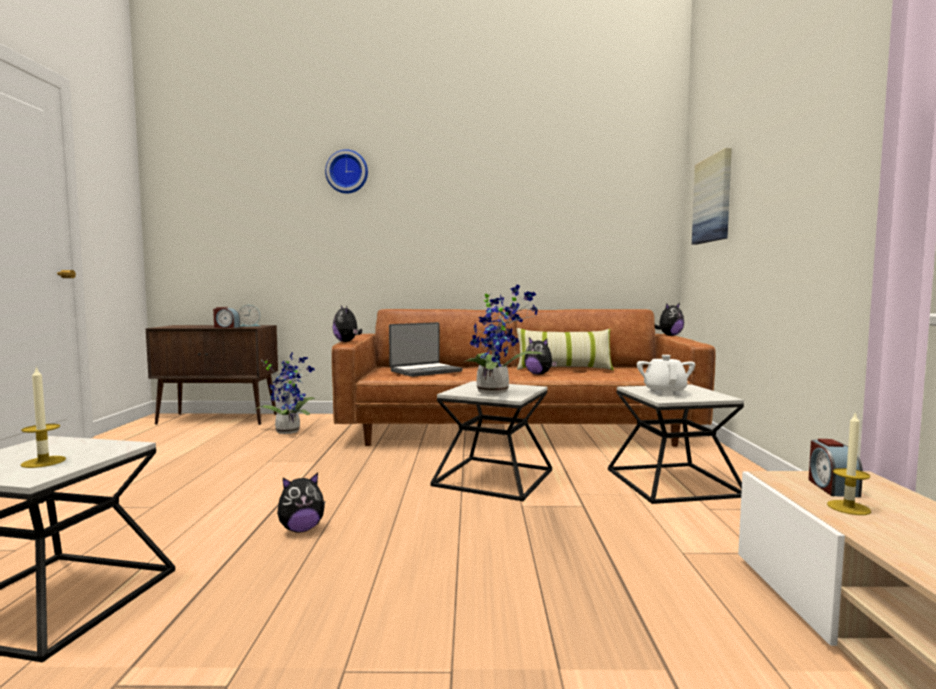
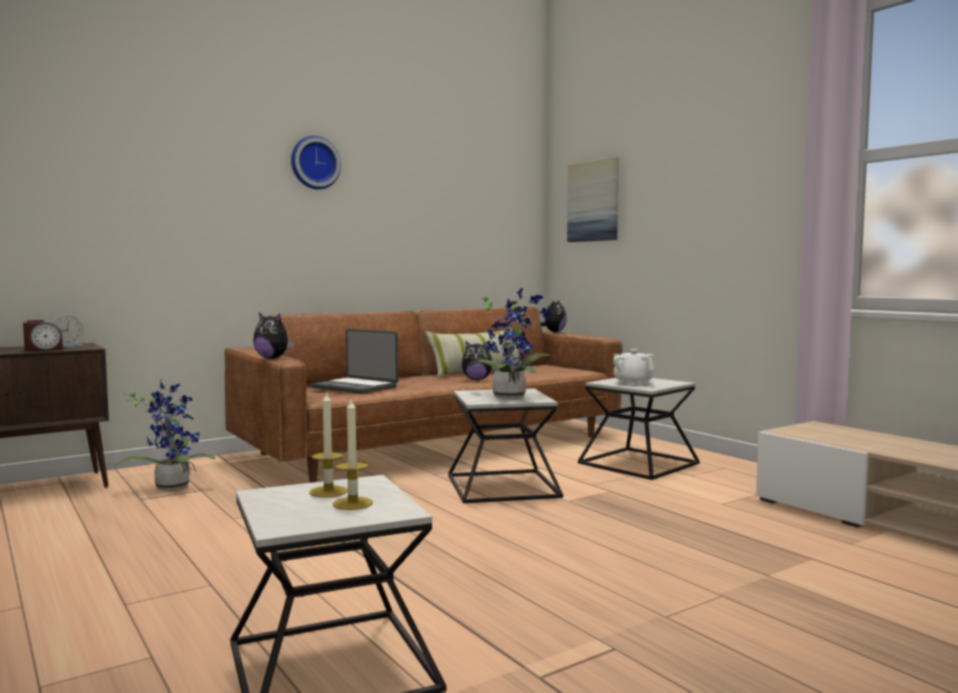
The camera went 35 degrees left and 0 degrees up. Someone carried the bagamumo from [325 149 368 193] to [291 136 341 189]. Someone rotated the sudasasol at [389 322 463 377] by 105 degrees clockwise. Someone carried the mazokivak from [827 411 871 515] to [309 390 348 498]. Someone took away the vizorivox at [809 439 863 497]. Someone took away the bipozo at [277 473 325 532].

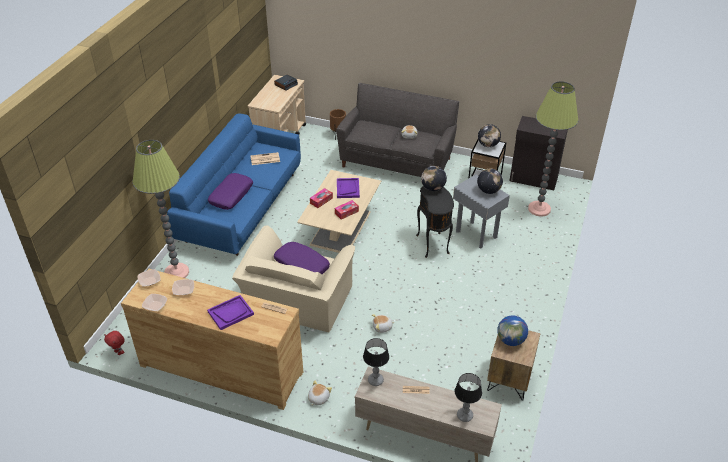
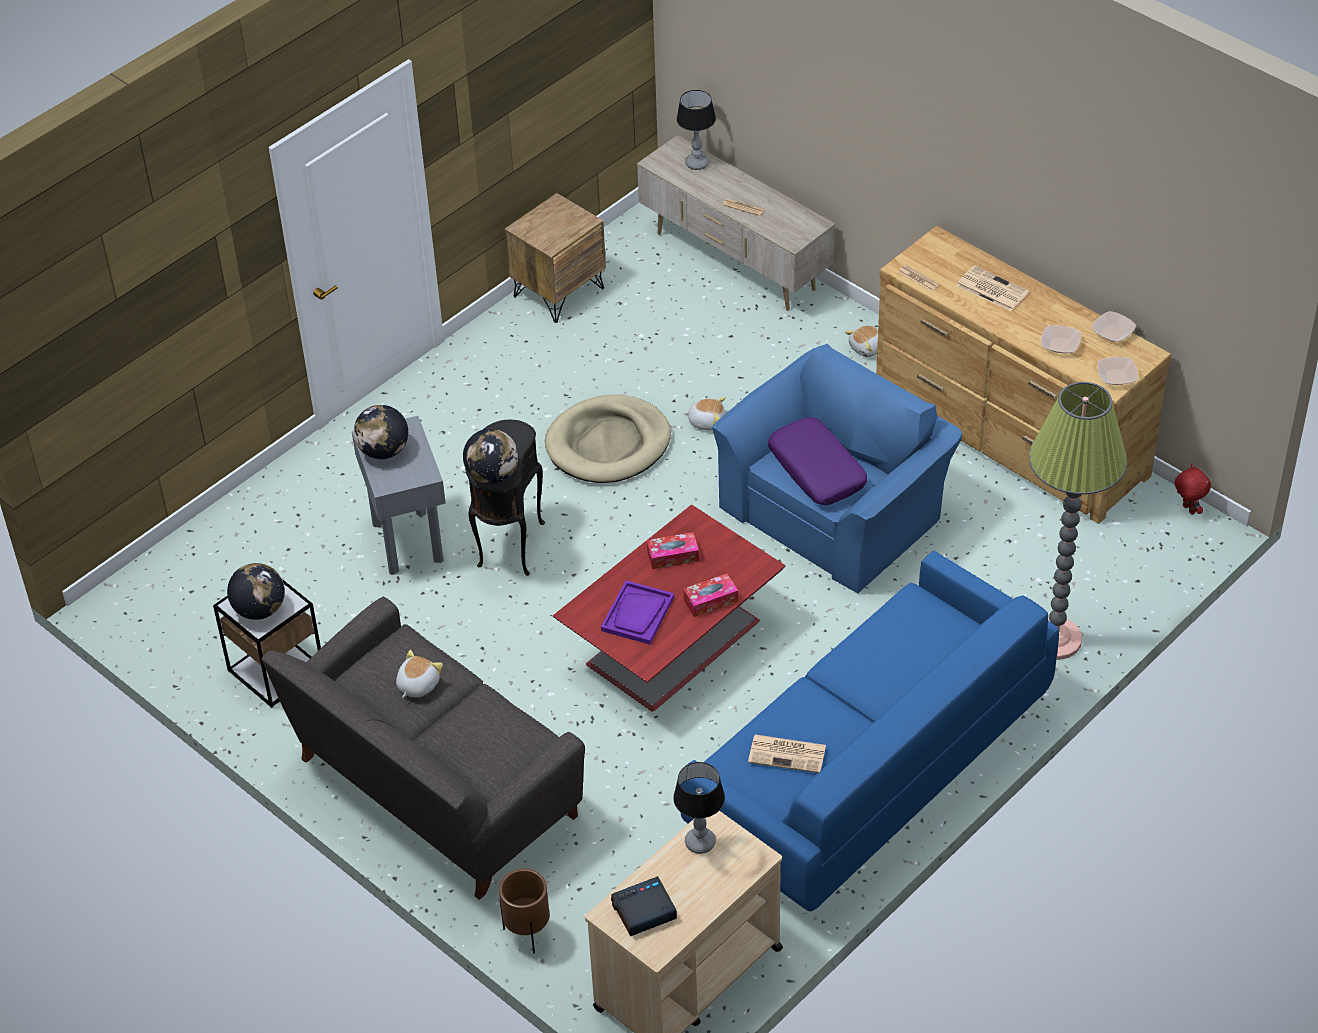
The camera went 155 degrees left and 5 degrees up. Someone took away the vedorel at [528 81 578 217]. Someone took away the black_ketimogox at [510 116 568 190]. Someone repainted the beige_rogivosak at [297 170 381 253], which became the red_rogivosak at [553 504 785 712]. Someone took away the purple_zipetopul at [208 173 253 210]. Someone repainted the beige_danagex at [232 226 355 333], which became the blue_danagex at [712 344 962 593]. Someone swapped the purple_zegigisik at [207 295 254 330] for the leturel at [956 265 1029 312]. Someone took away the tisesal at [497 315 528 346]. Someone carried the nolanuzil from [363 338 389 386] to [673 762 725 854]. Someone put down the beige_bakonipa at [545 395 671 483].

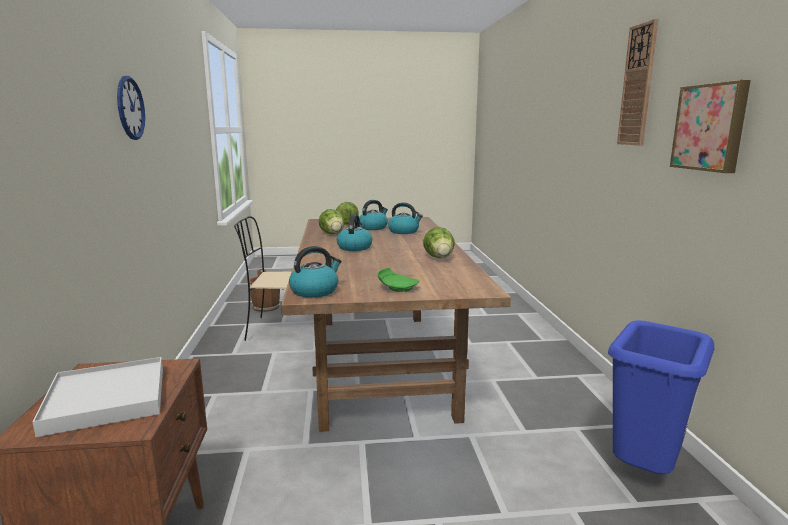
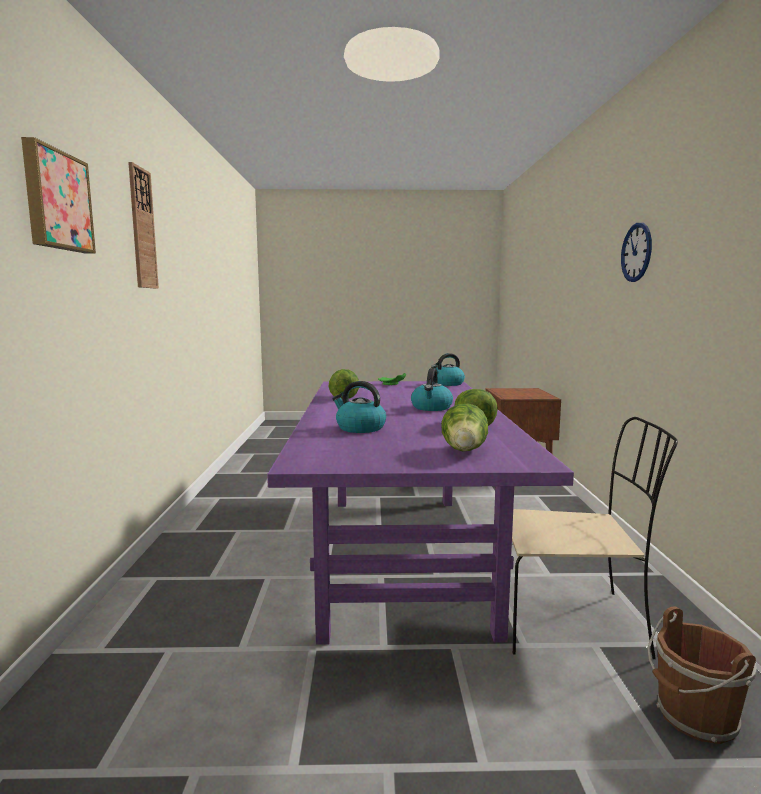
The camera went 175 degrees left and 5 degrees down. Someone carried the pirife from [670 80 751 173] to [21 137 96 253]. Someone took away the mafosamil at [359 200 388 230]. Someone repainted the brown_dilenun at [281 217 511 432], which became the purple_dilenun at [267 381 574 645]. Someone took away the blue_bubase at [608 320 714 474]. Someone took away the white_zegigisik at [32 357 163 437].

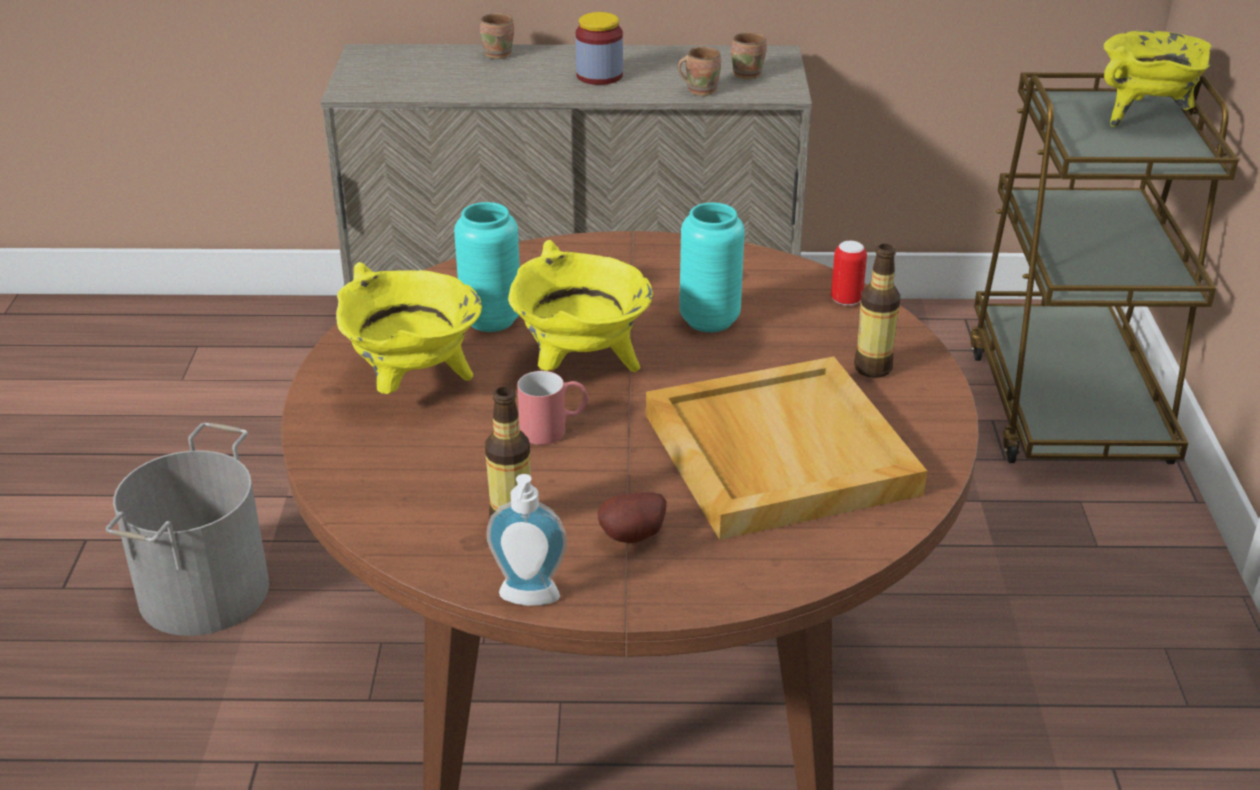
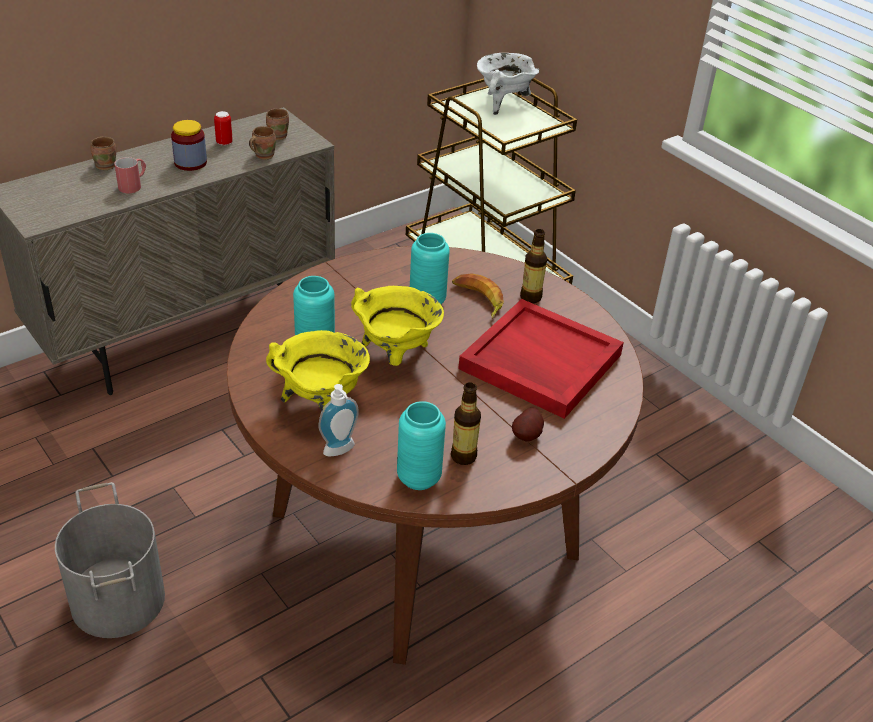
The camera went 40 degrees left and 5 degrees up. Someone repainted the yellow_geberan at [1104 31 1211 127], which became the white_geberan at [477 53 539 115]. Someone carried the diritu from [831 241 867 306] to [214 111 233 146]. Someone repainted the beige_zegigisik at [646 356 927 540], which became the red_zegigisik at [458 299 624 419]. Someone carried the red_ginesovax from [517 371 588 445] to [114 157 146 193]. Someone carried the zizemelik from [487 474 567 606] to [319 384 359 457]. Someone put down the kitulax at [452 273 504 319]. Someone put down the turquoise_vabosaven at [397 401 446 490].

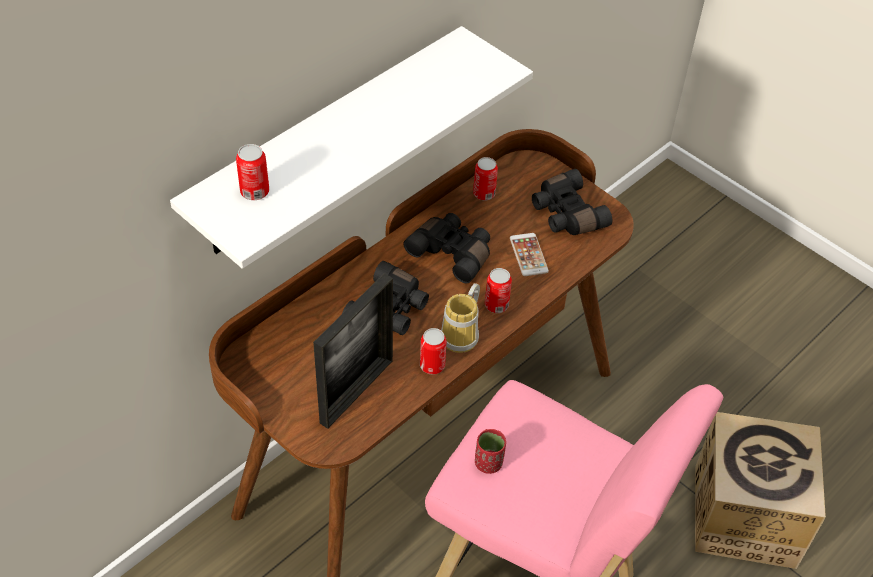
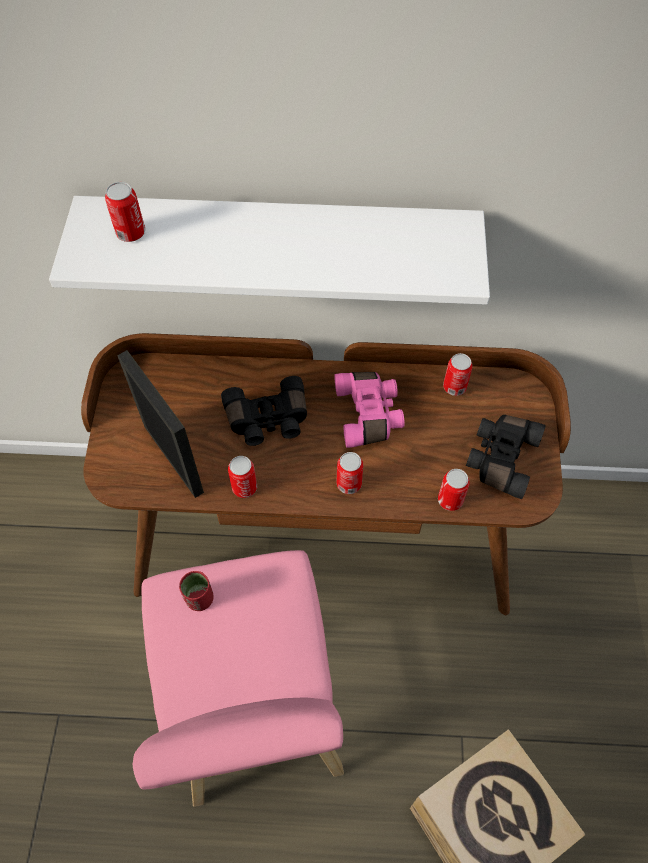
The camera went 50 degrees right and 10 degrees up. Someone repainted the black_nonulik at [403 213 490 283], which became the pink_nonulik at [334 372 405 448]. Someone took away the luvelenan at [510 233 549 276]. Someone rotated the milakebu at [313 273 393 429] by 120 degrees counterclockwise. Someone took away the ginesovax at [441 283 480 353]. Someone put down the diritu at [438 469 470 511].

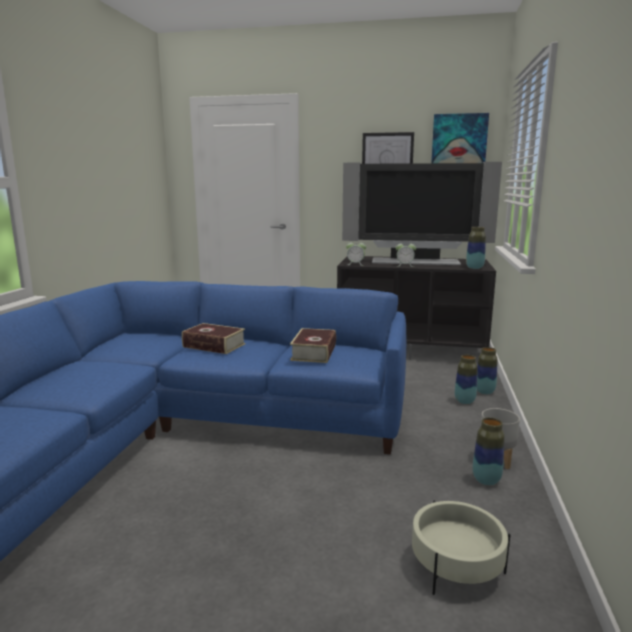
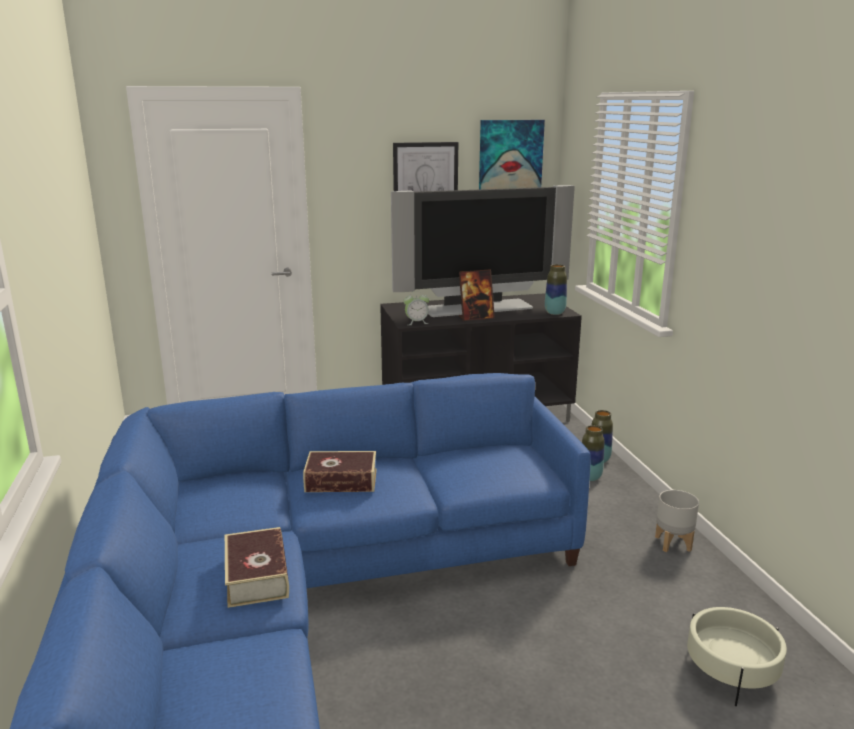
The camera went 25 degrees left and 5 degrees up. Someone swapped the vizorivox at [395 241 416 267] for the milakebu at [459 269 495 321]. Someone carried the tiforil from [290 328 336 363] to [225 527 289 608]. Someone took away the vabosaven at [472 417 505 485].

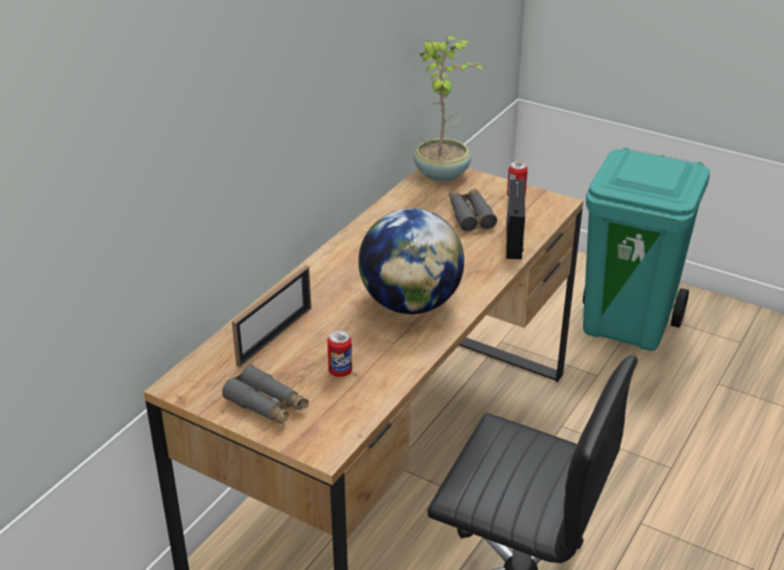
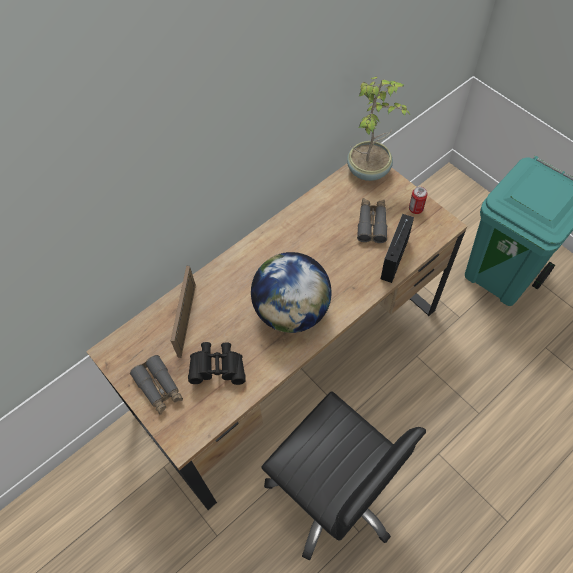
The camera went 20 degrees right and 25 degrees up. Someone rotated the milakebu at [232 265 311 367] by 135 degrees clockwise. Someone swapped the diritu at [327 330 352 377] for the black_nonulik at [188 342 246 385].

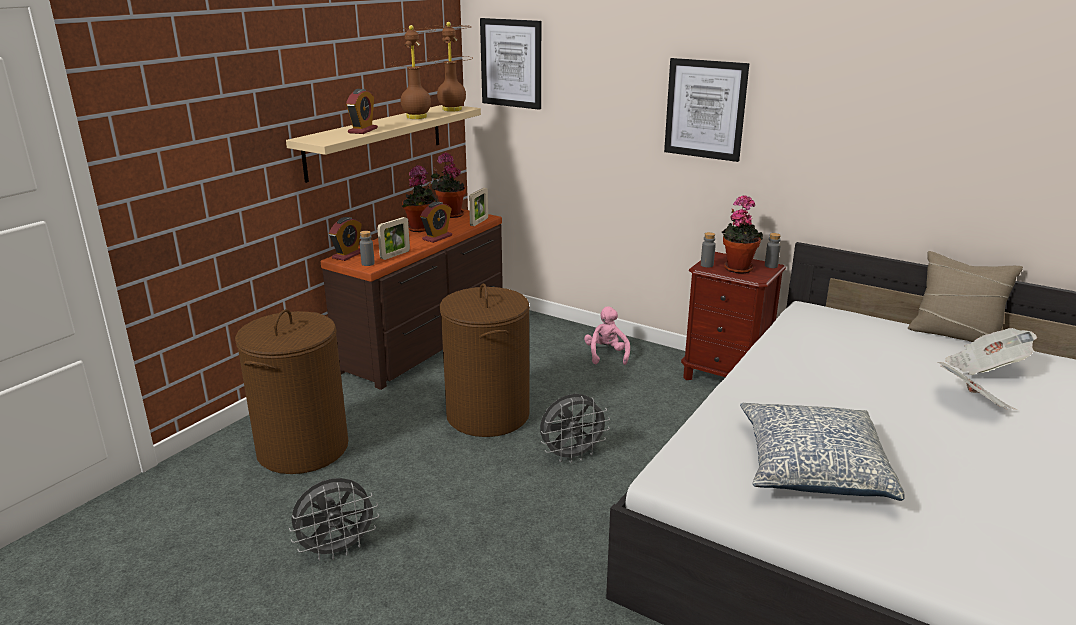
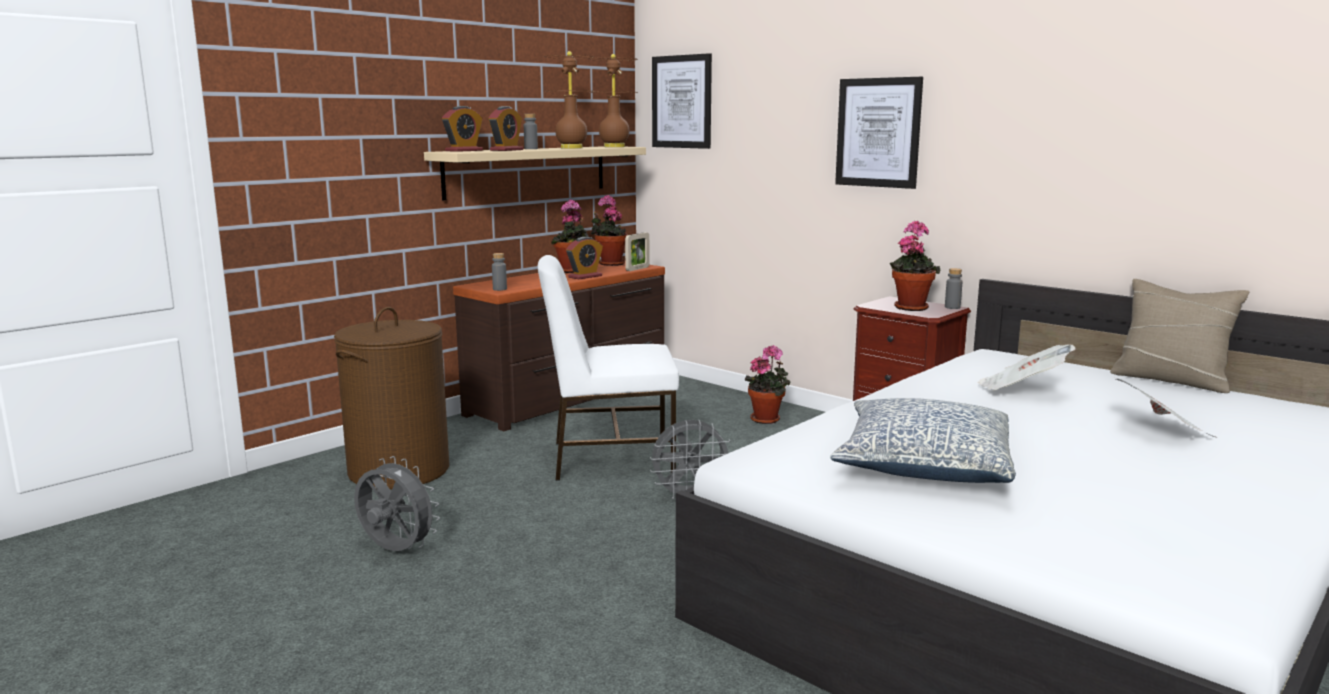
The camera went 10 degrees right and 10 degrees down. Someone carried the vizorivox from [329 217 362 261] to [442 106 483 152]. Someone took away the milakebu at [377 217 410 260]. Someone carried the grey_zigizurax from [701 232 716 268] to [524 114 538 149]. Someone swapped the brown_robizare at [439 283 530 437] for the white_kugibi at [538 255 679 481]. Someone swapped the pink_bipozo at [584 306 630 365] for the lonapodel at [745 345 790 424]. Someone carried the leturel from [945 328 1037 375] to [978 345 1076 391]. Someone rotated the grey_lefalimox at [289 478 379 561] by 135 degrees counterclockwise.

